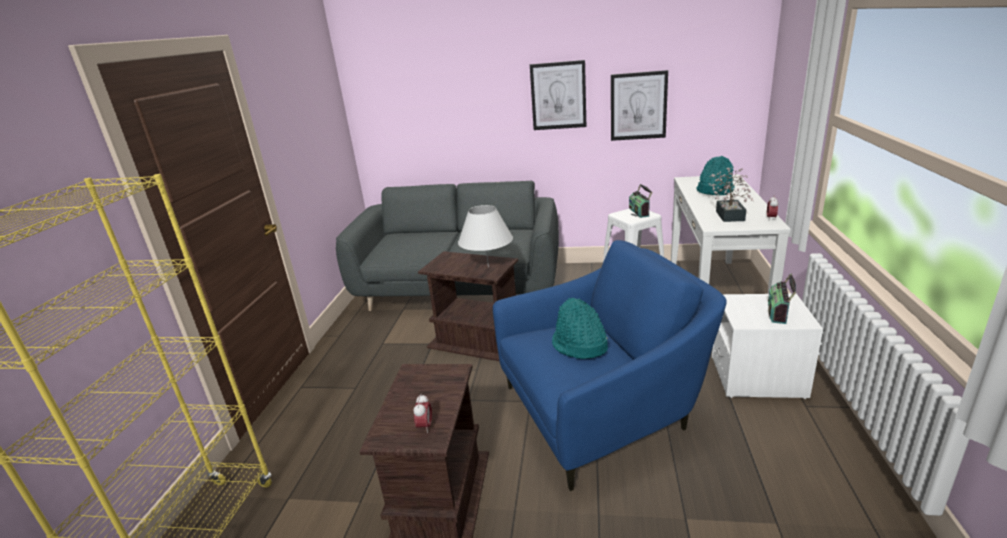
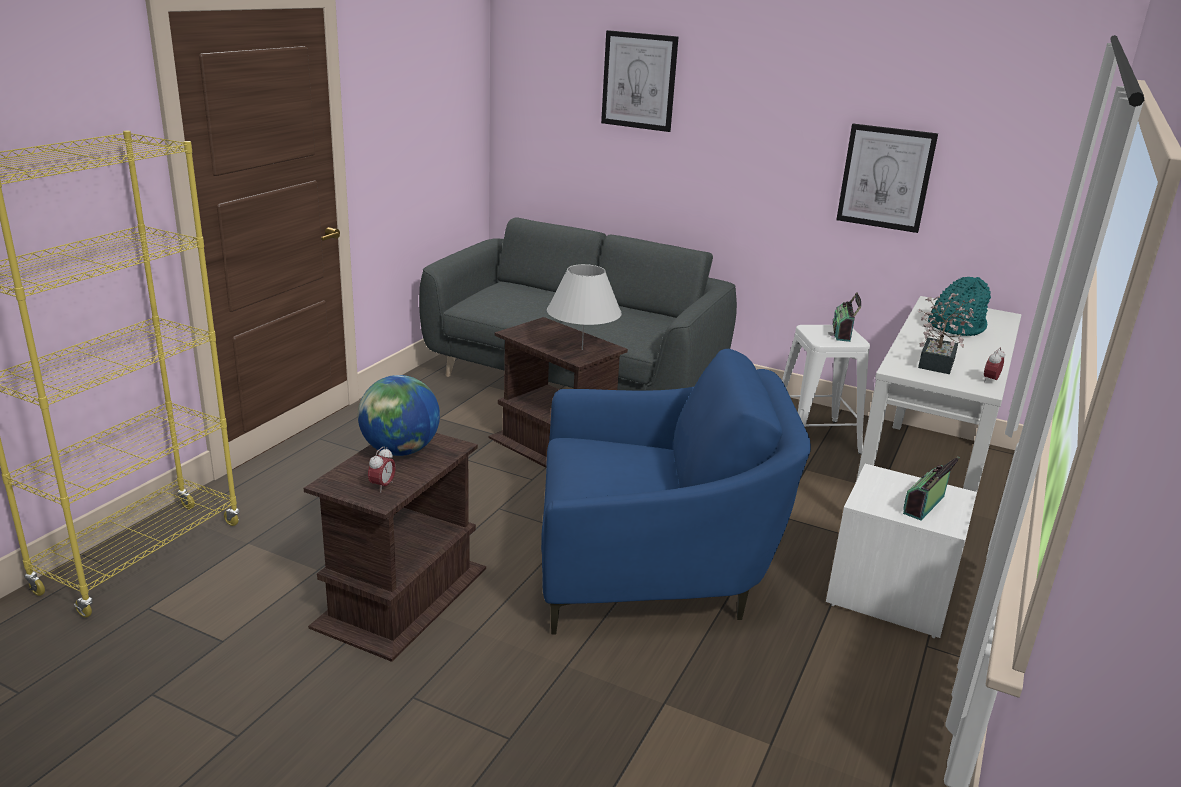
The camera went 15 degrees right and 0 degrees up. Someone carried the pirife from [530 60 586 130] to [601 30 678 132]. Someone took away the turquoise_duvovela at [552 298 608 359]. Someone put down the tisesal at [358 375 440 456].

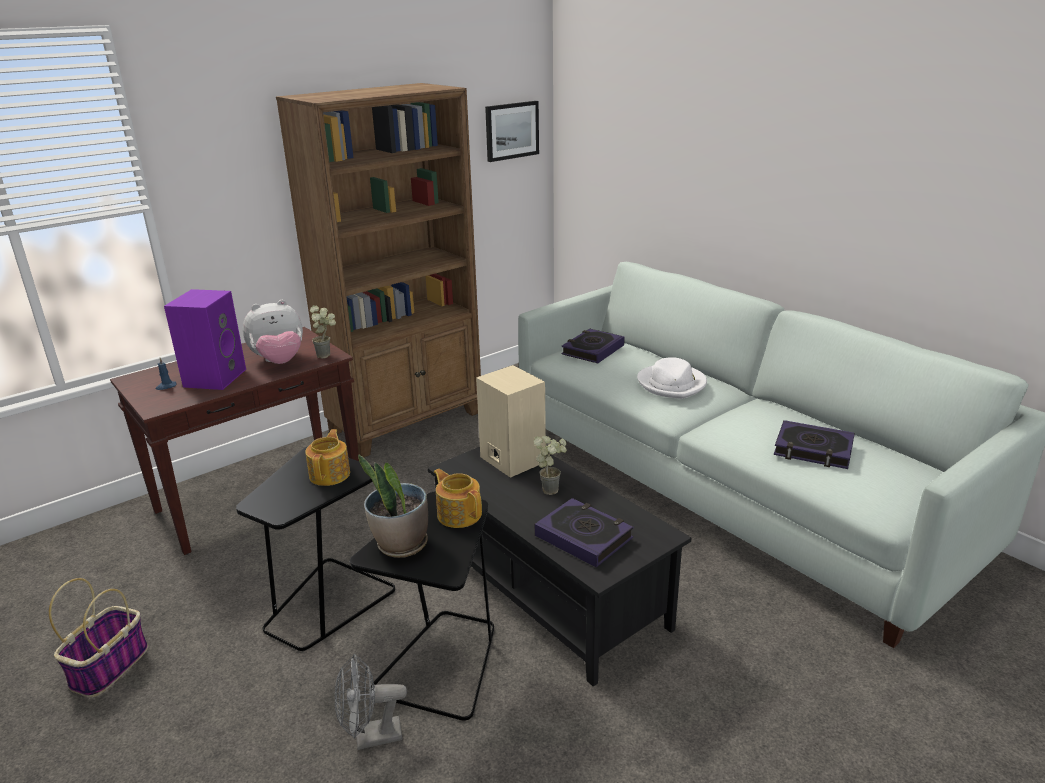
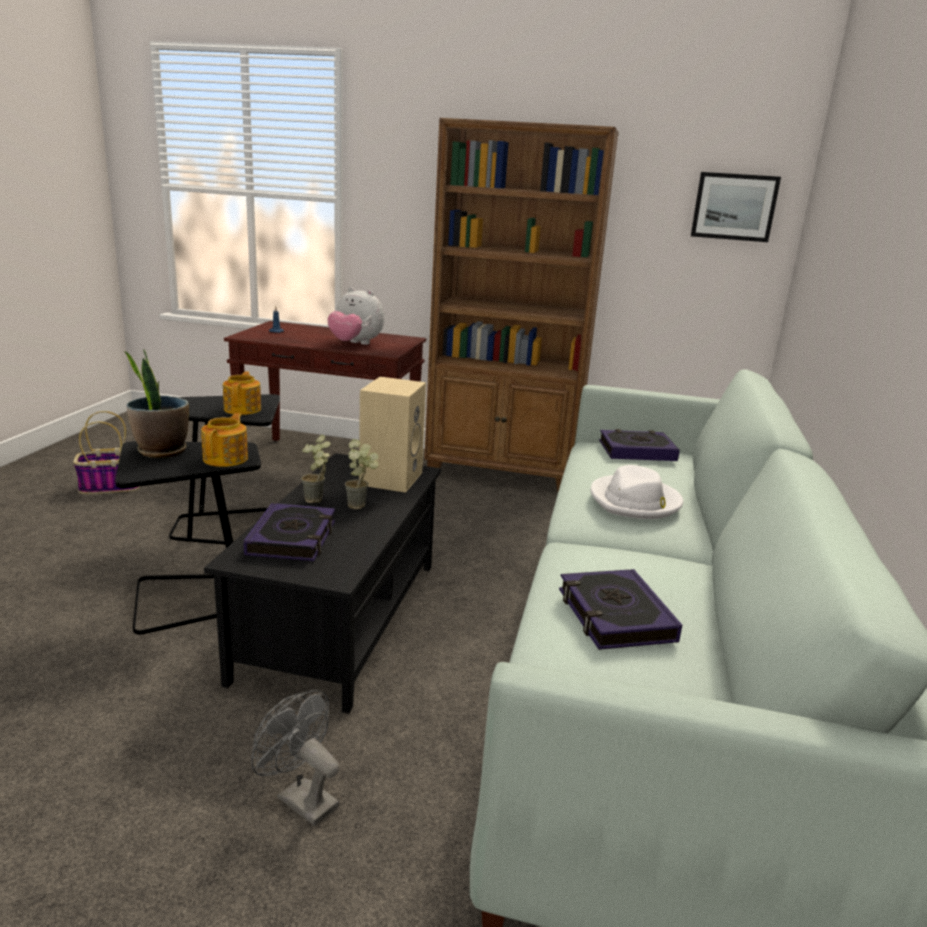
The camera went 50 degrees right and 5 degrees down. Someone took away the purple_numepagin at [164 289 246 390]. Someone carried the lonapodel from [310 305 336 359] to [301 435 331 503]. Someone rotated the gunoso at [305 429 350 486] by 60 degrees counterclockwise. Someone carried the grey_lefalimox from [334 654 407 750] to [251 690 339 826].

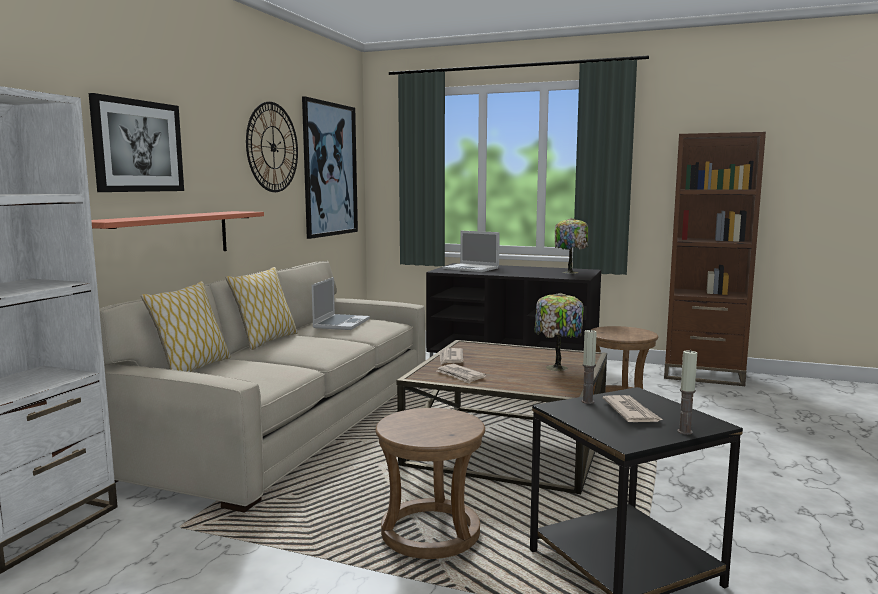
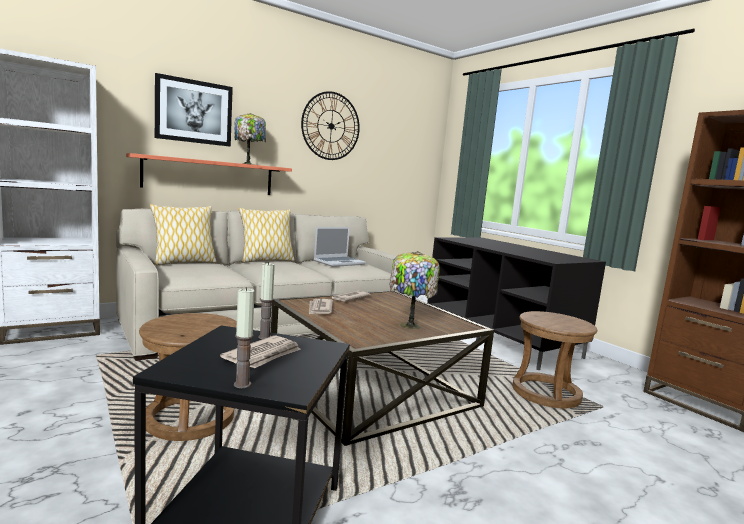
The camera went 35 degrees right and 0 degrees up. Someone took away the pirife at [302 96 358 239]. Someone carried the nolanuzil from [555 218 588 274] to [235 113 266 165]. Someone took away the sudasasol at [442 231 500 272].

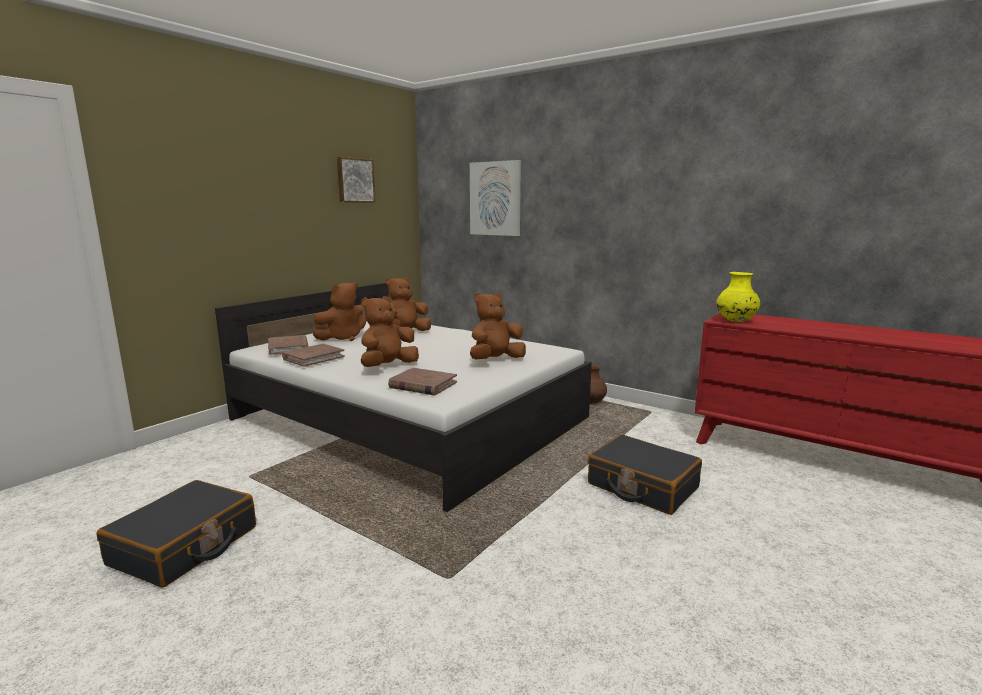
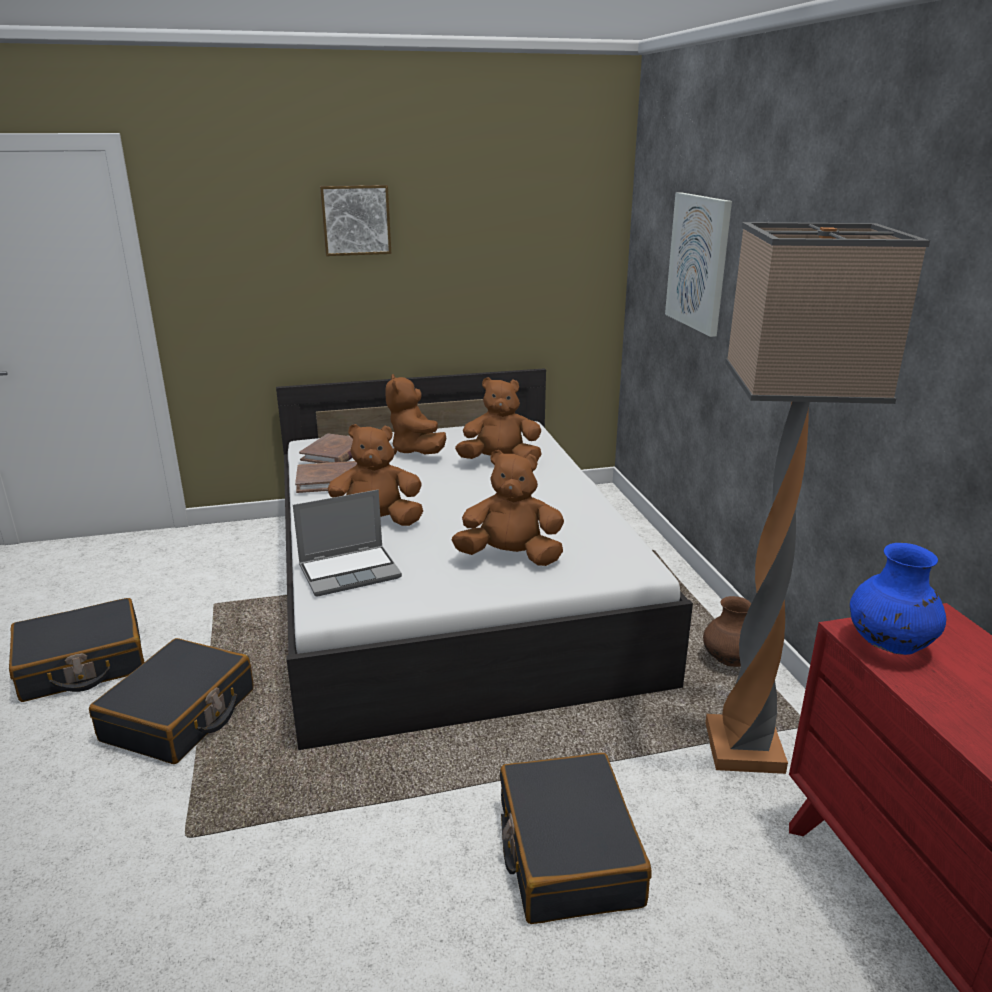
The camera went 40 degrees right and 10 degrees up. Someone carried the pirife from [337 157 376 203] to [320 185 391 256]. Someone repainted the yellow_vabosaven at [716 272 760 322], which became the blue_vabosaven at [850 543 946 655]. Someone rotated the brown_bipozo at [313 282 366 341] by 75 degrees clockwise. Someone swapped the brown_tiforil at [388 368 457 395] for the sudasasol at [293 490 402 597]. Someone put down the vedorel at [705 222 930 774]. Someone put down the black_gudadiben at [89 638 254 764].

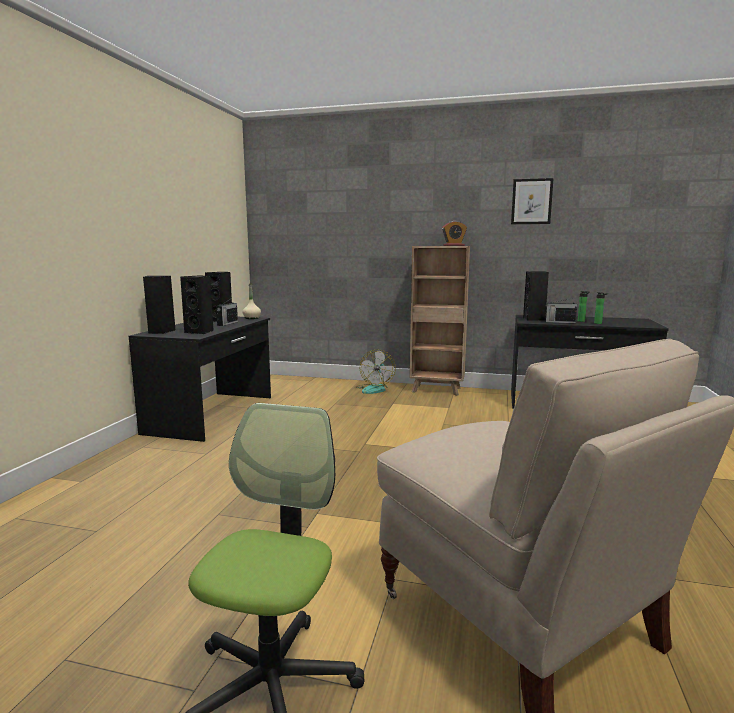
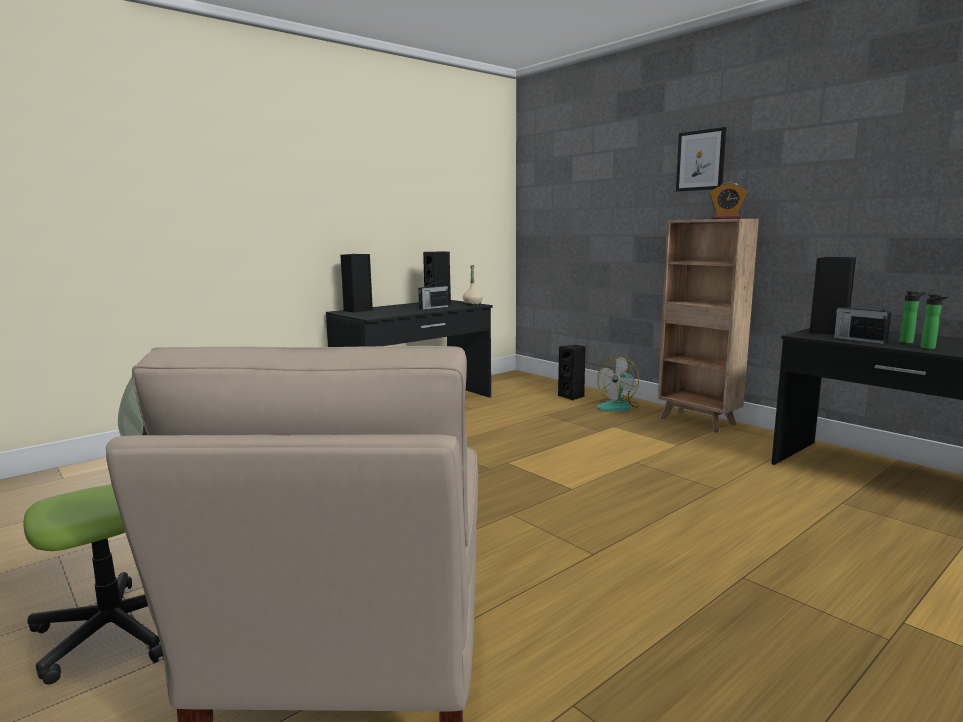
The camera went 35 degrees right and 0 degrees up. Someone carried the pirife from [511 178 554 224] to [676 127 727 192]. Someone carried the black_numepagin from [180 276 214 334] to [558 345 586 400].

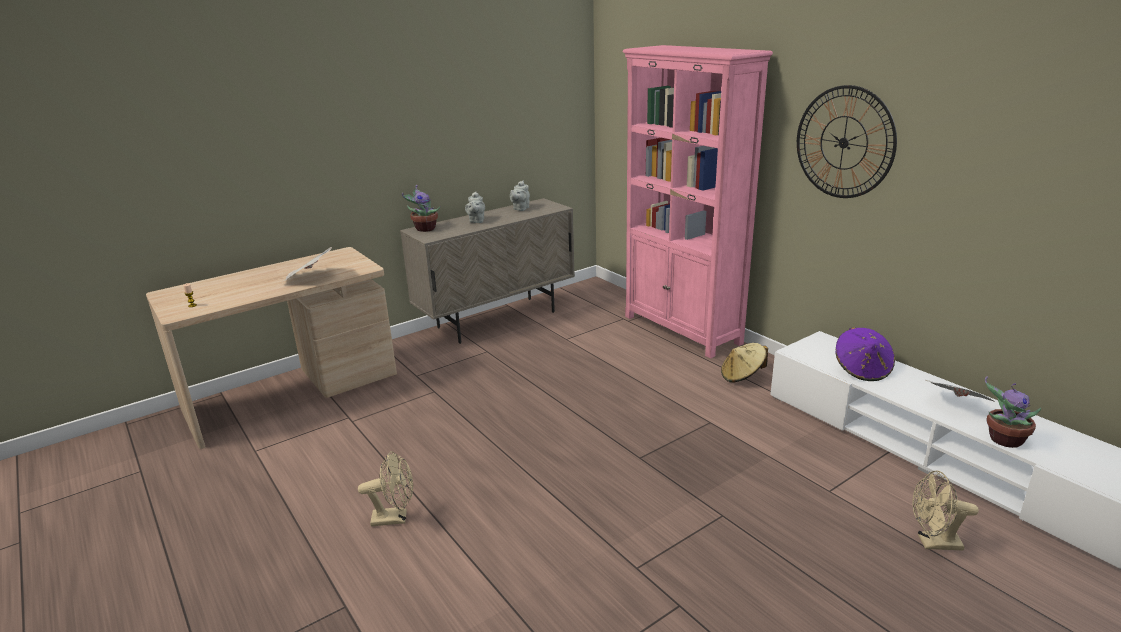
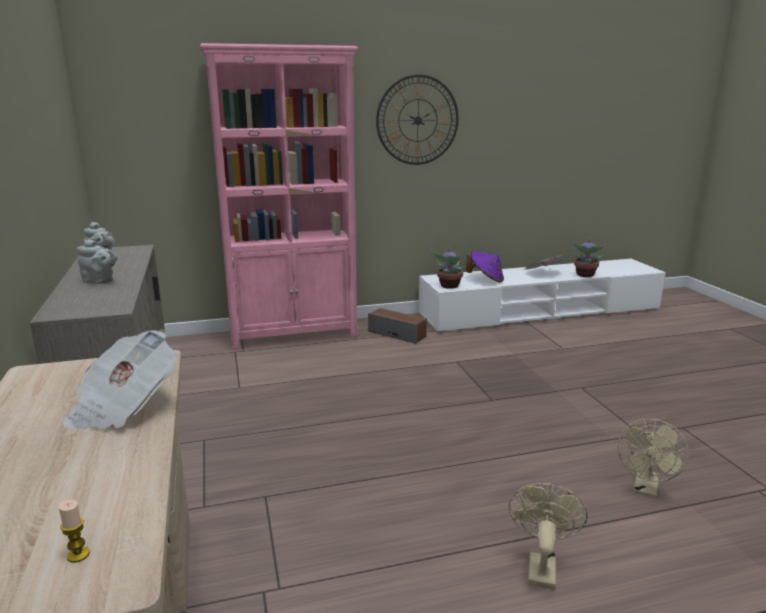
The camera went 70 degrees left and 5 degrees down. Someone carried the lonapodel from [402 185 440 232] to [431 246 465 289]. Someone swapped the beige_duvovela at [721 343 768 383] for the numepagin at [368 308 427 344]. Someone carried the beige_lefalimox from [912 470 979 551] to [618 419 689 498].

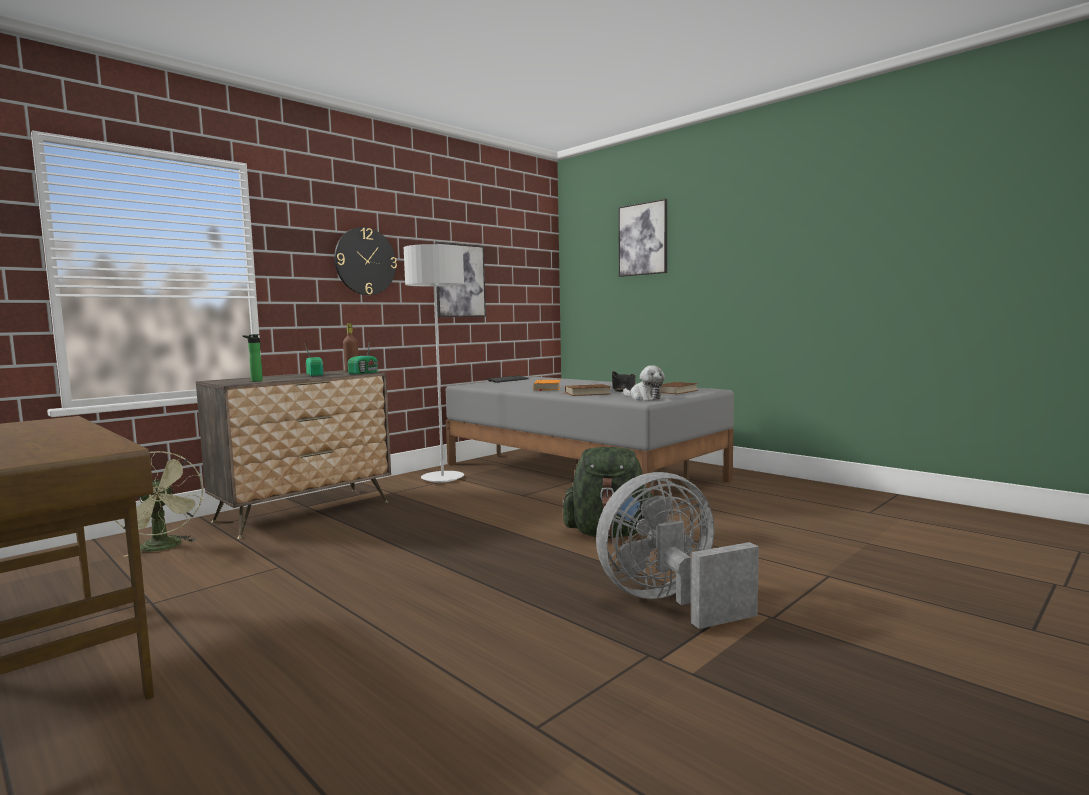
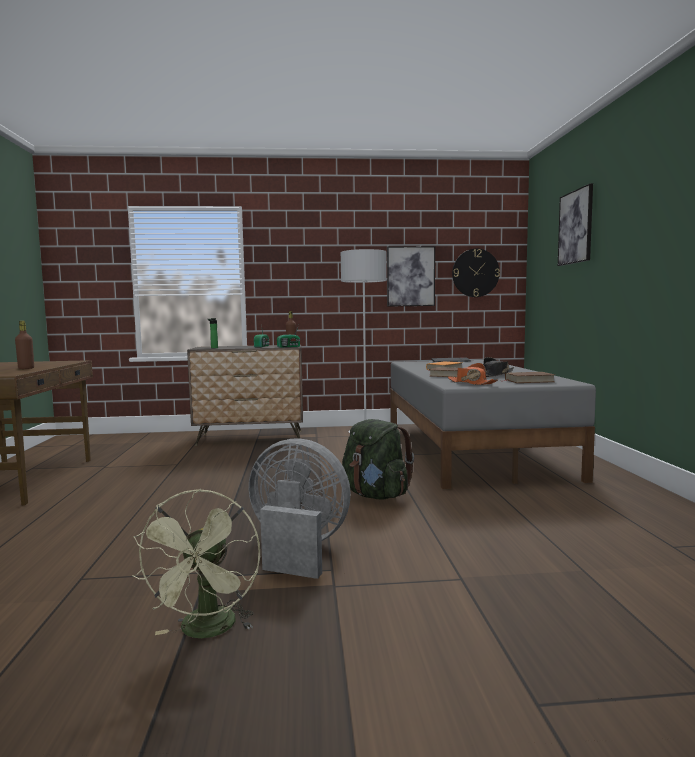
The camera went 40 degrees right and 0 degrees up. Someone carried the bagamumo from [334 227 397 295] to [452 249 500 297]. Someone swapped the bipozo at [623 366 665 400] for the orange_duvovela at [447 363 498 385]. Someone carried the green_lefalimox from [115 451 203 557] to [132 489 260 638]. Someone put down the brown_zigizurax at [15 321 34 369].

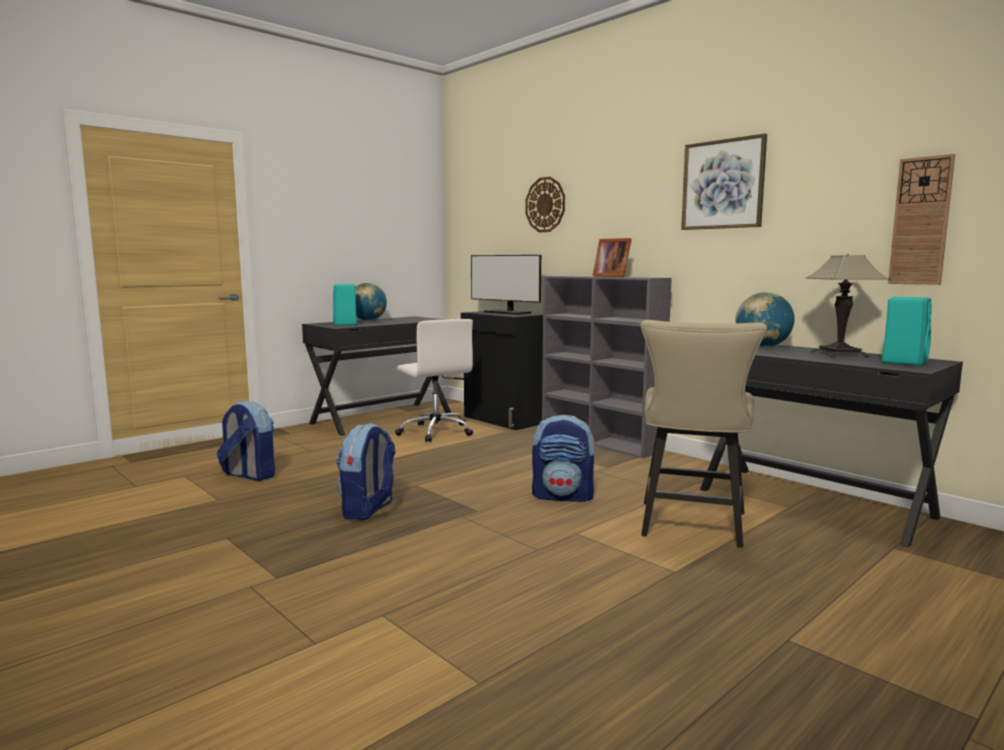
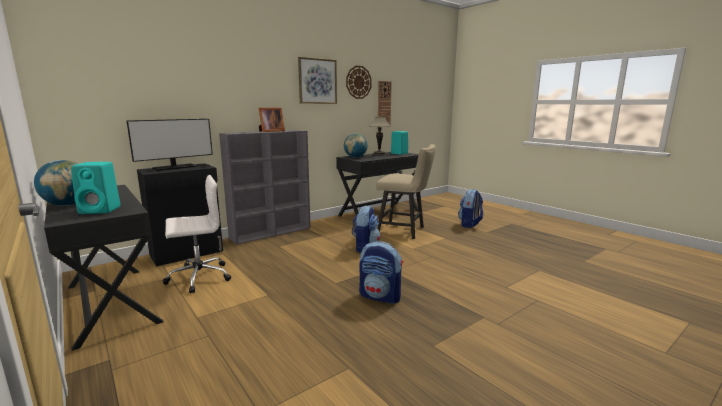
The camera went 85 degrees left and 5 degrees up. Someone carried the bagamumo from [526 177 565 232] to [346 66 371 99]. Someone carried the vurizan from [217 401 275 481] to [458 189 483 228].

